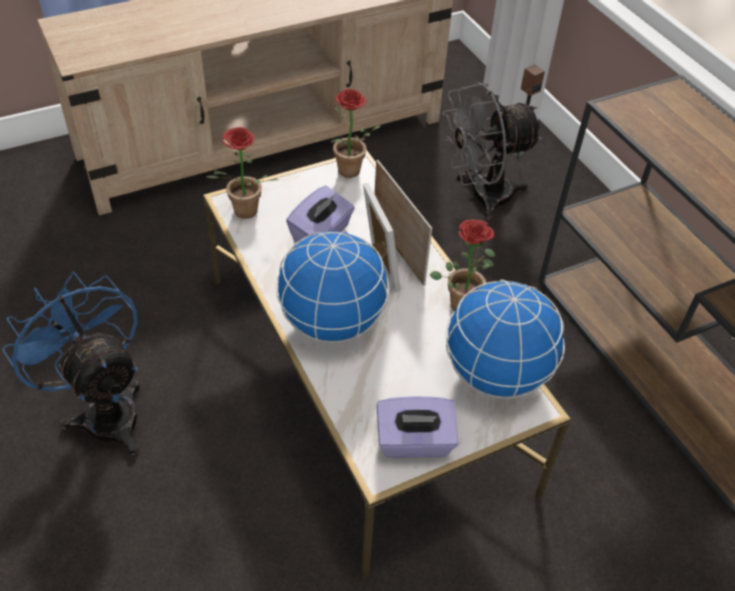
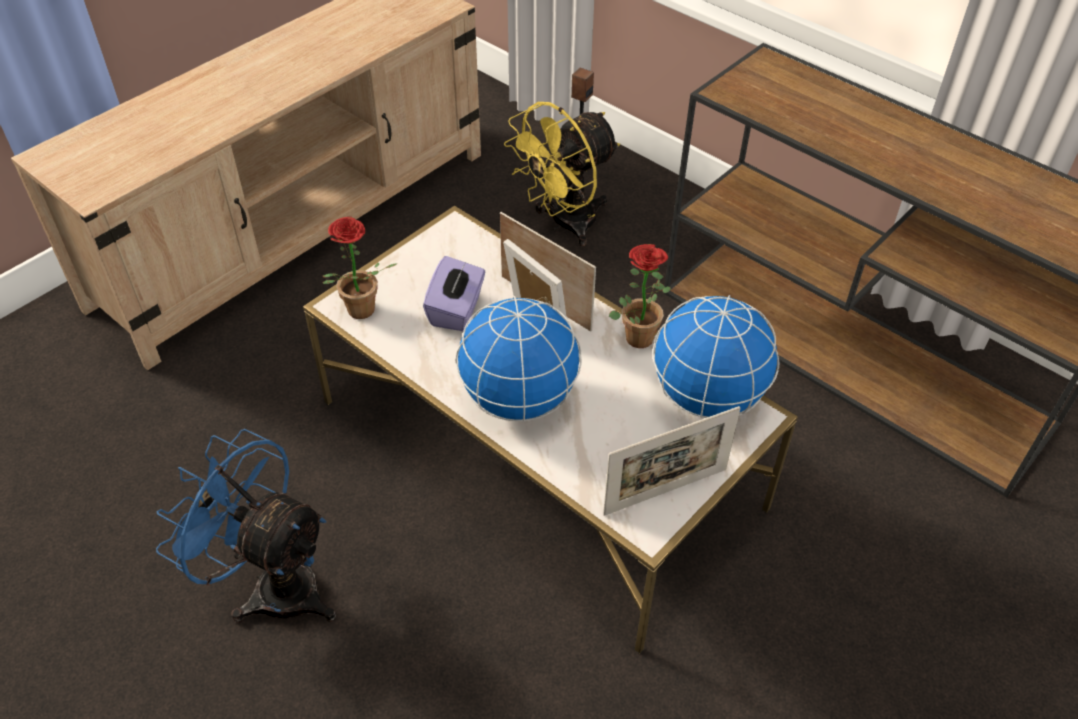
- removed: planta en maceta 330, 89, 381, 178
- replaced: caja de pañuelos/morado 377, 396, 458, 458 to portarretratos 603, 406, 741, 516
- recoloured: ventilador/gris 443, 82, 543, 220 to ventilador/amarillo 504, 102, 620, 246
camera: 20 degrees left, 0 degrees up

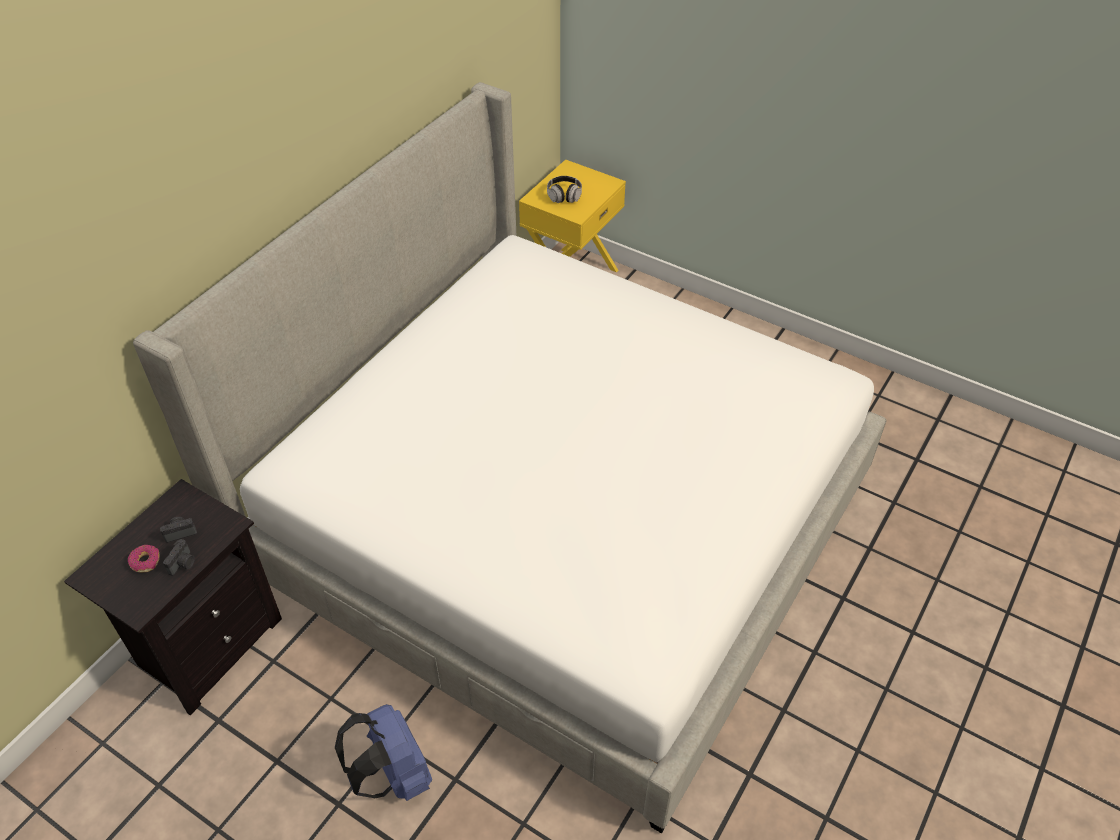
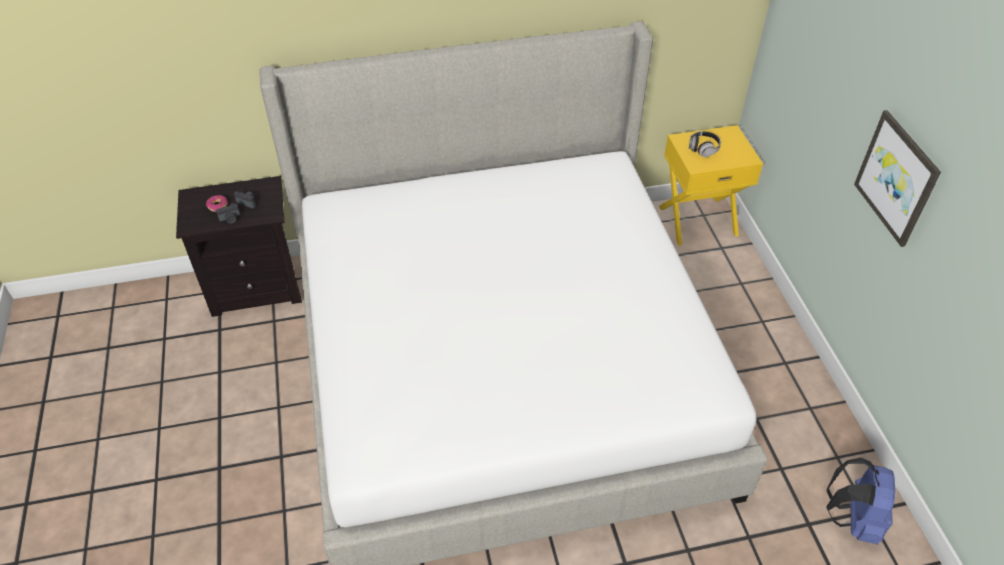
- moved: mochila/azul 335, 704, 432, 801 to 826, 458, 895, 545
- added: cuadro 854, 110, 941, 247
camera: 45 degrees right, 0 degrees up

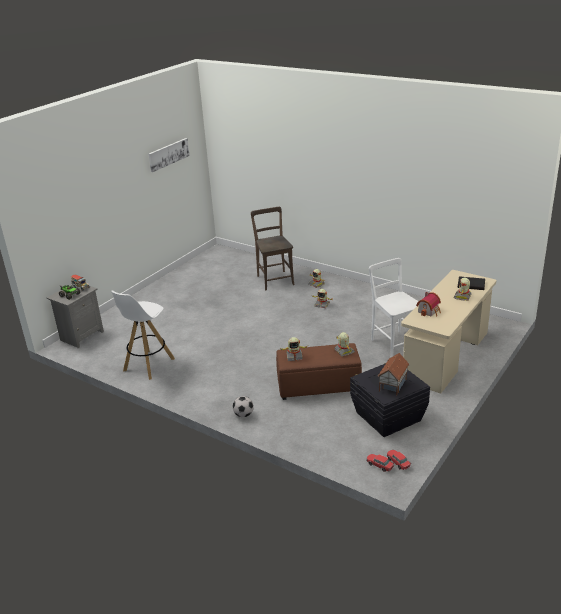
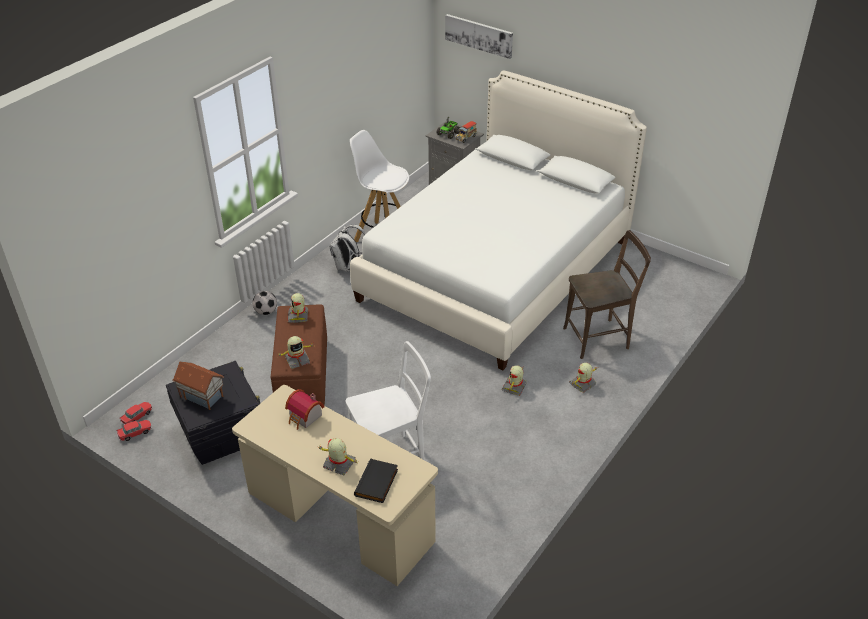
- moved: cuadro 148, 138, 190, 172 to 445, 14, 513, 59
- added: mochila/blanco 330, 225, 365, 272
- added: cama/blanco 350, 70, 647, 371
camera: 90 degrees right, 10 degrees up

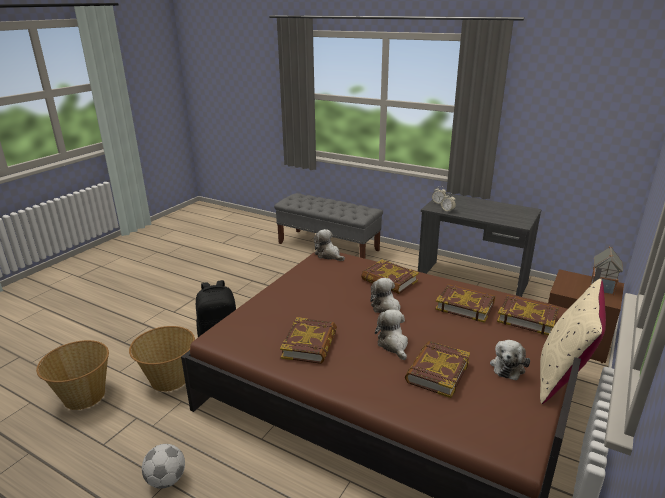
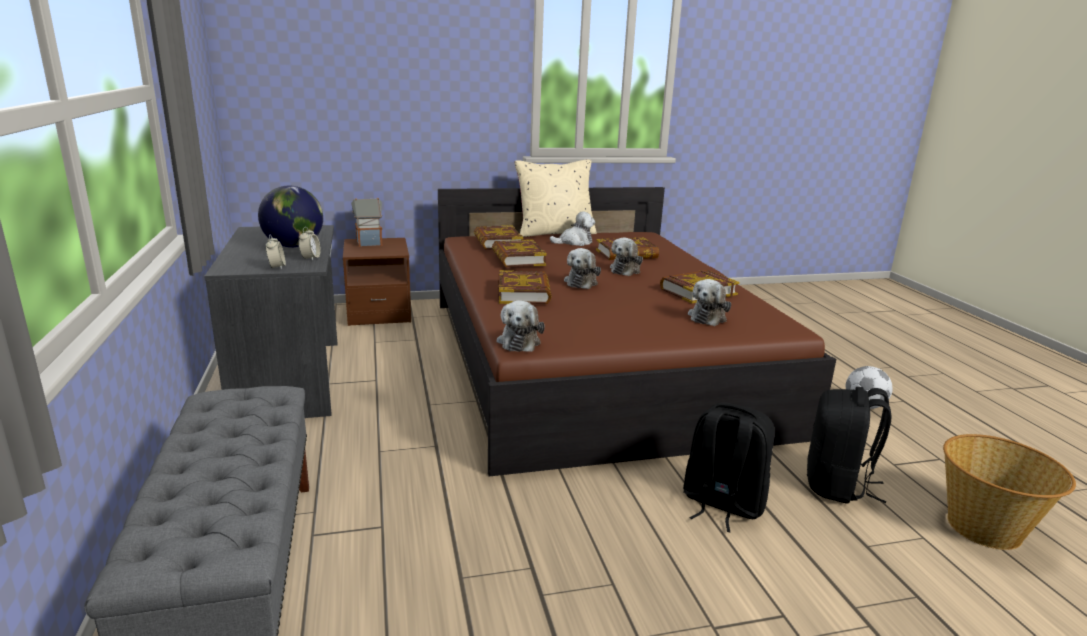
- replaced: cesta 129, 326, 195, 392 to mochila/negro 807, 387, 892, 504
- added: globo terráqueo 258, 186, 323, 248
- added: peluche 688, 279, 731, 326
camera: 135 degrees left, 5 degrees down

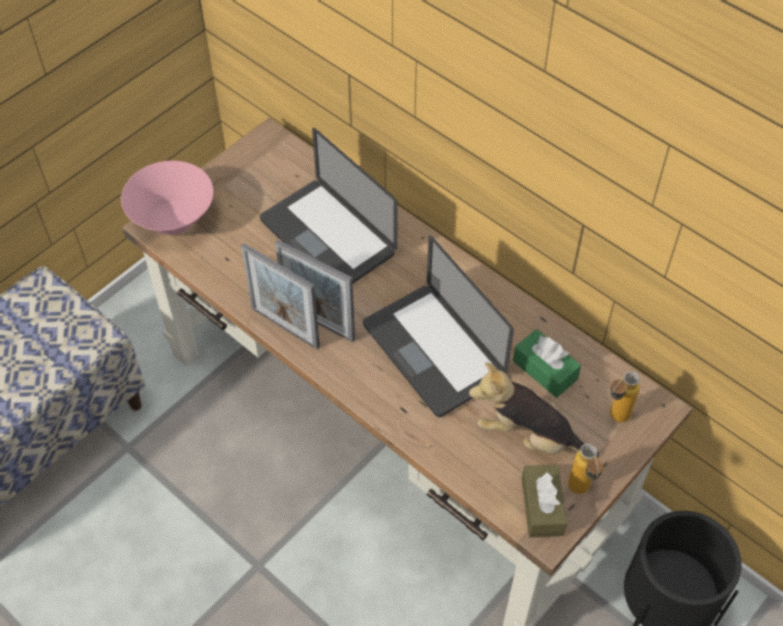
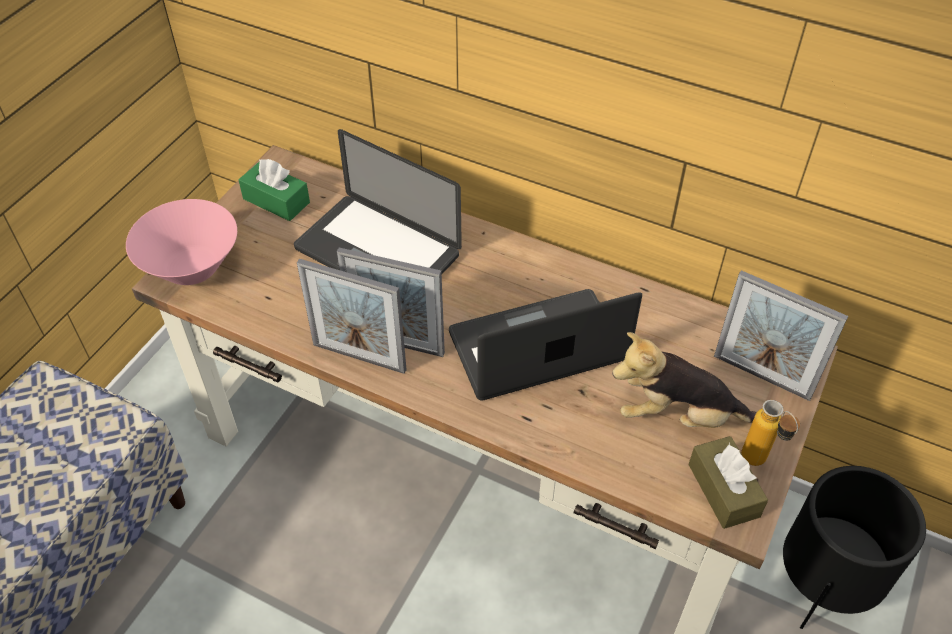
- turned: portátil 363, 236, 514, 417 = 449, 289, 642, 401 120 degrees clockwise
- moved: caja de pañuelos/verde 513, 329, 581, 398 to 238, 159, 310, 221
- replaced: botella 610, 371, 640, 422 to portarretratos 714, 270, 848, 401
camera: 15 degrees left, 5 degrees down

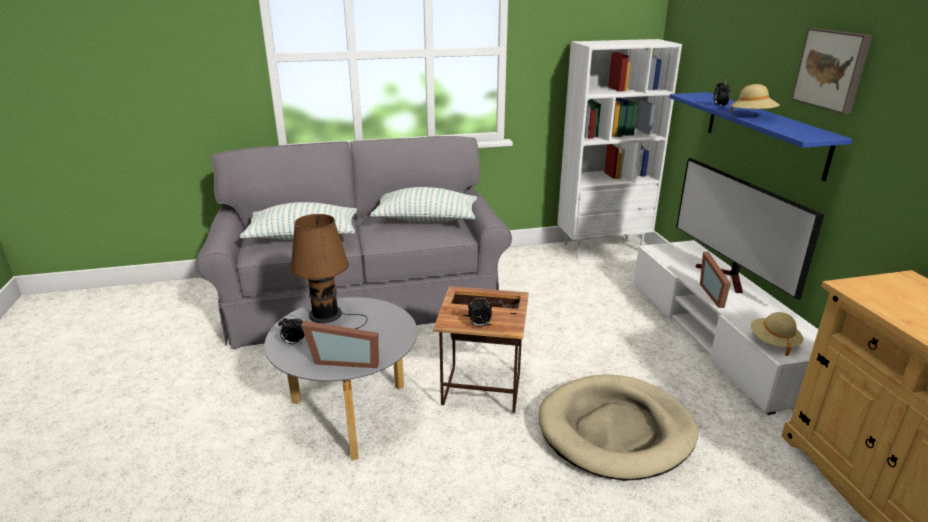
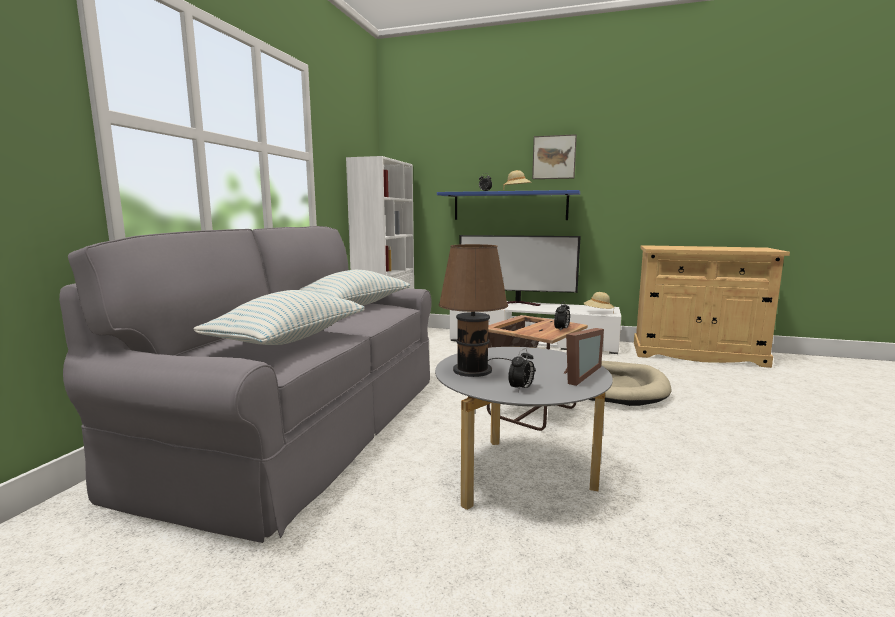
- removed: portarretratos 700, 252, 731, 308
camera: 60 degrees left, 15 degrees down

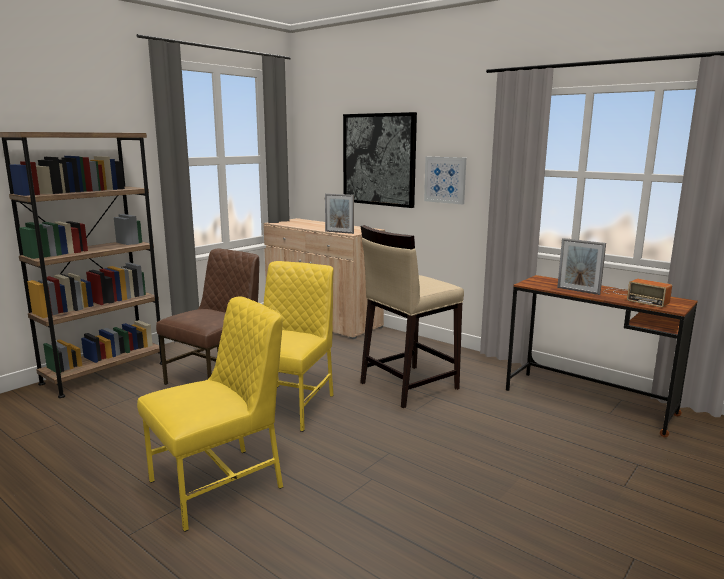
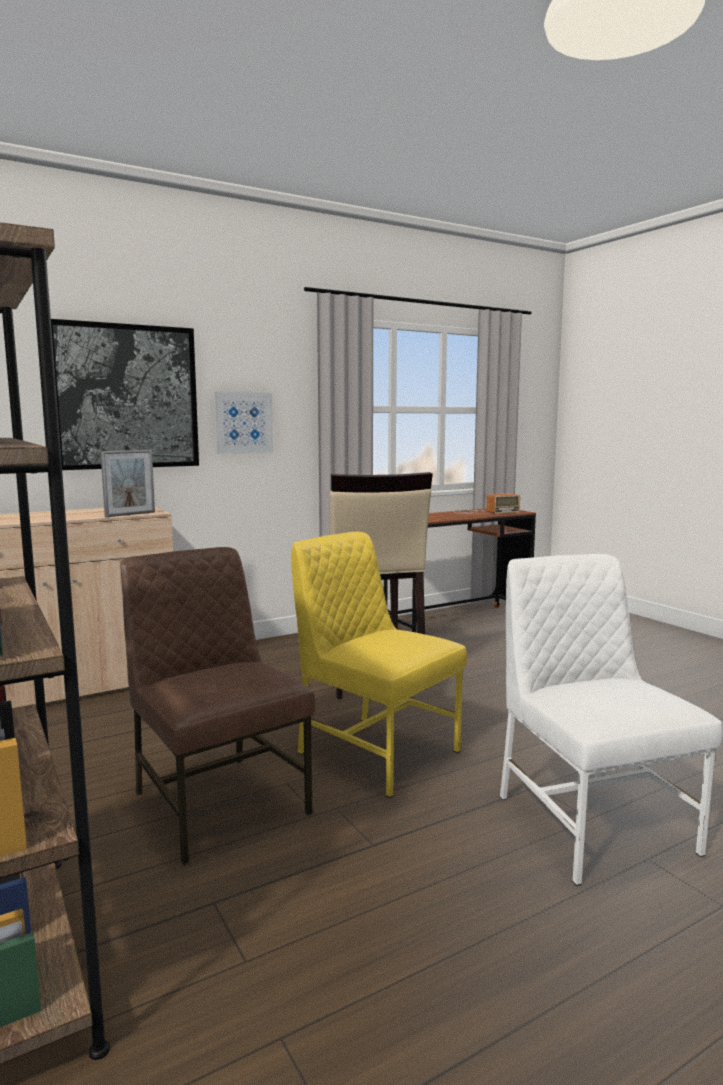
- recoloured: silla/amarillo 137, 297, 283, 532 to silla/blanco 500, 554, 723, 886
- removed: portarretratos 557, 238, 606, 295
camera: 70 degrees left, 5 degrees down

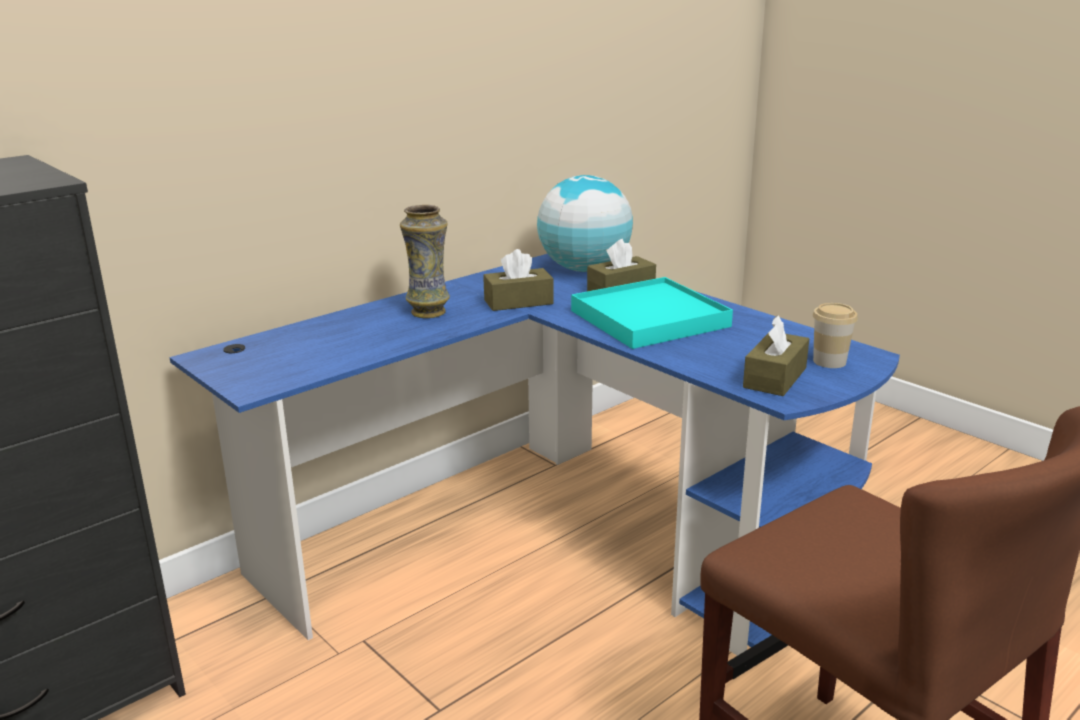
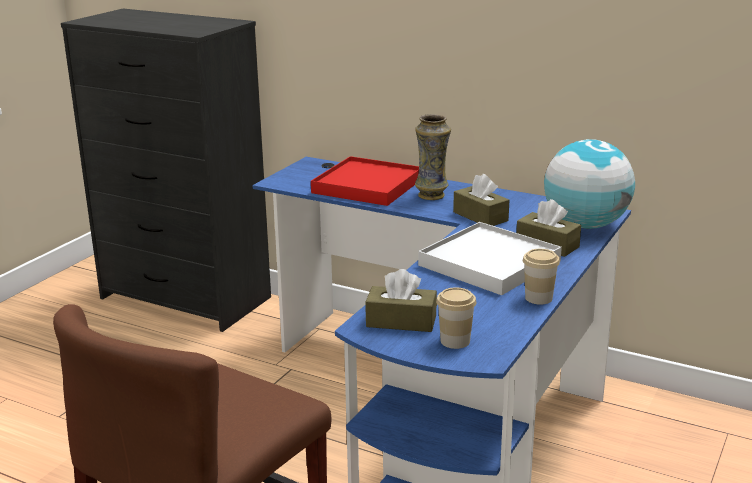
- recoloured: bandeja/turquesa 571, 277, 733, 349 to bandeja/blanco 418, 222, 562, 295
- added: bandeja/rojo 311, 156, 419, 206
- added: taza 523, 249, 560, 305
camera: 70 degrees right, 0 degrees up

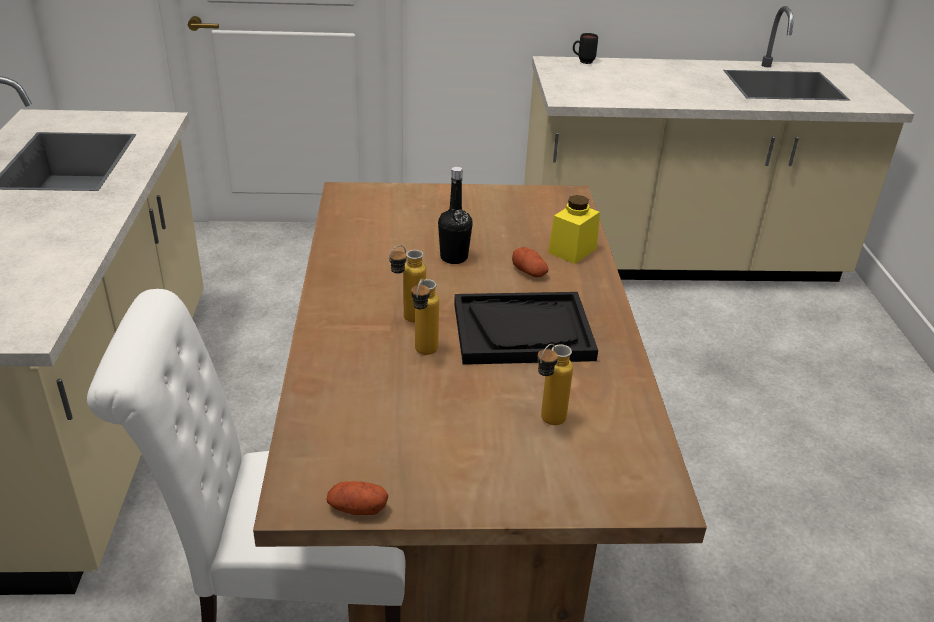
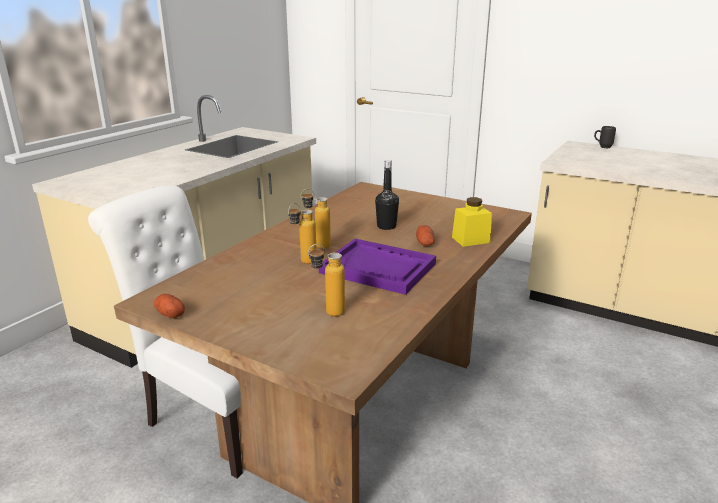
- recoloured: bandeja/negro 454, 292, 598, 365 to bandeja/morado 319, 239, 436, 295
camera: 35 degrees right, 10 degrees down

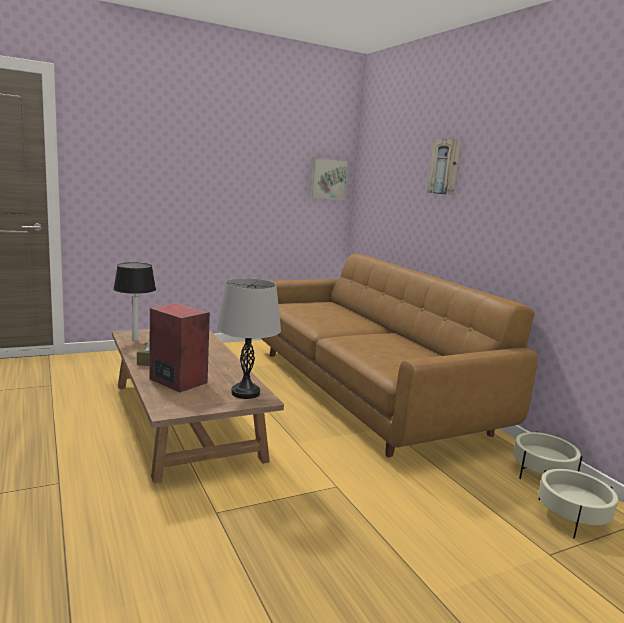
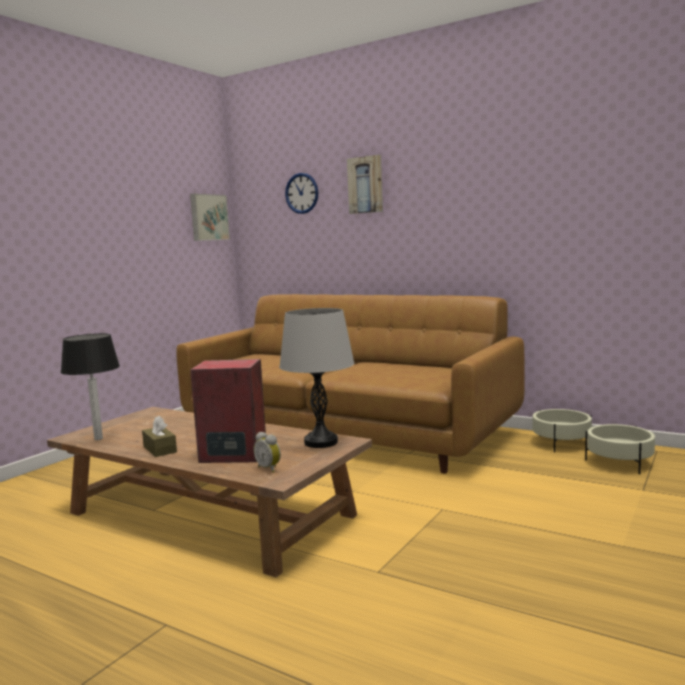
- added: despertador 254, 432, 281, 473
- added: reloj de pared 285, 173, 318, 214
camera: 30 degrees left, 5 degrees down

